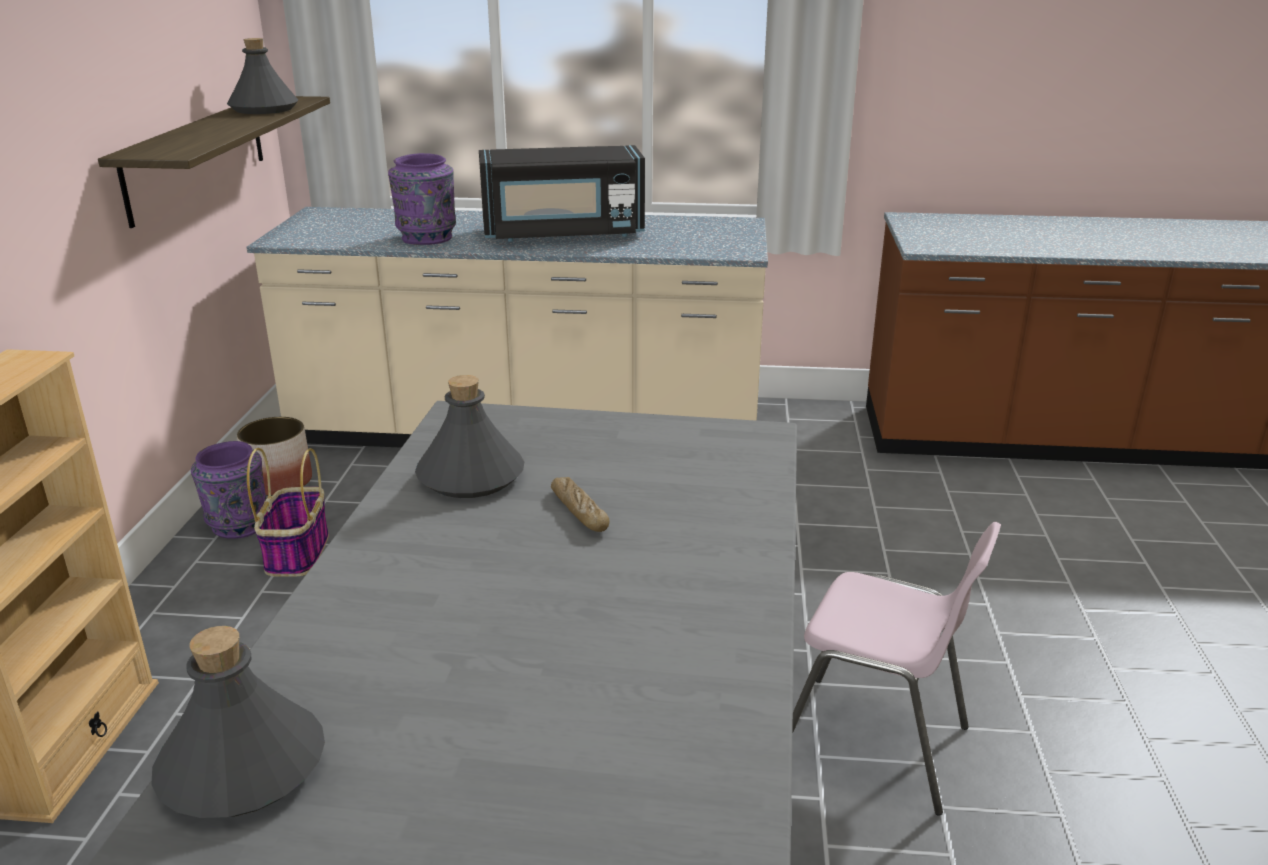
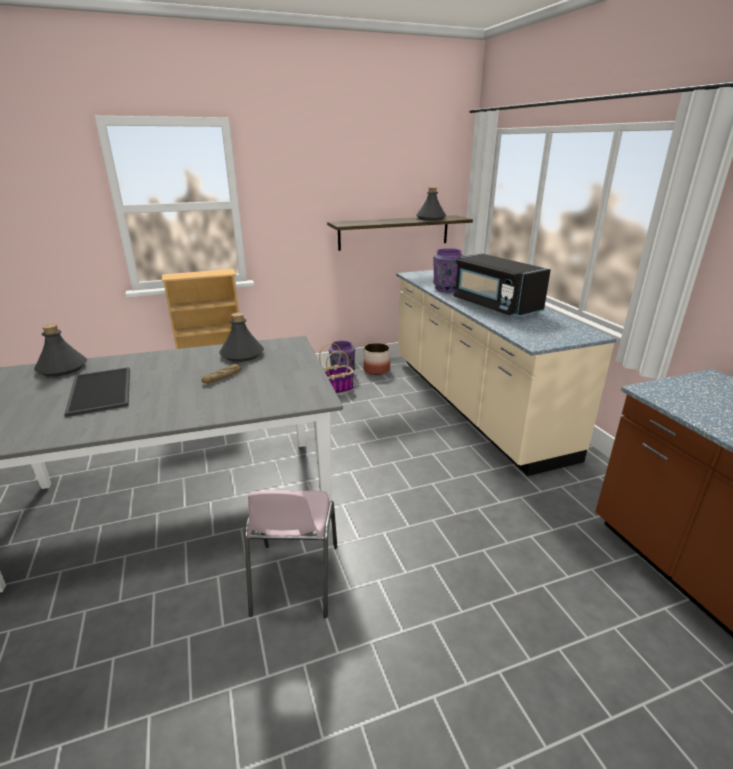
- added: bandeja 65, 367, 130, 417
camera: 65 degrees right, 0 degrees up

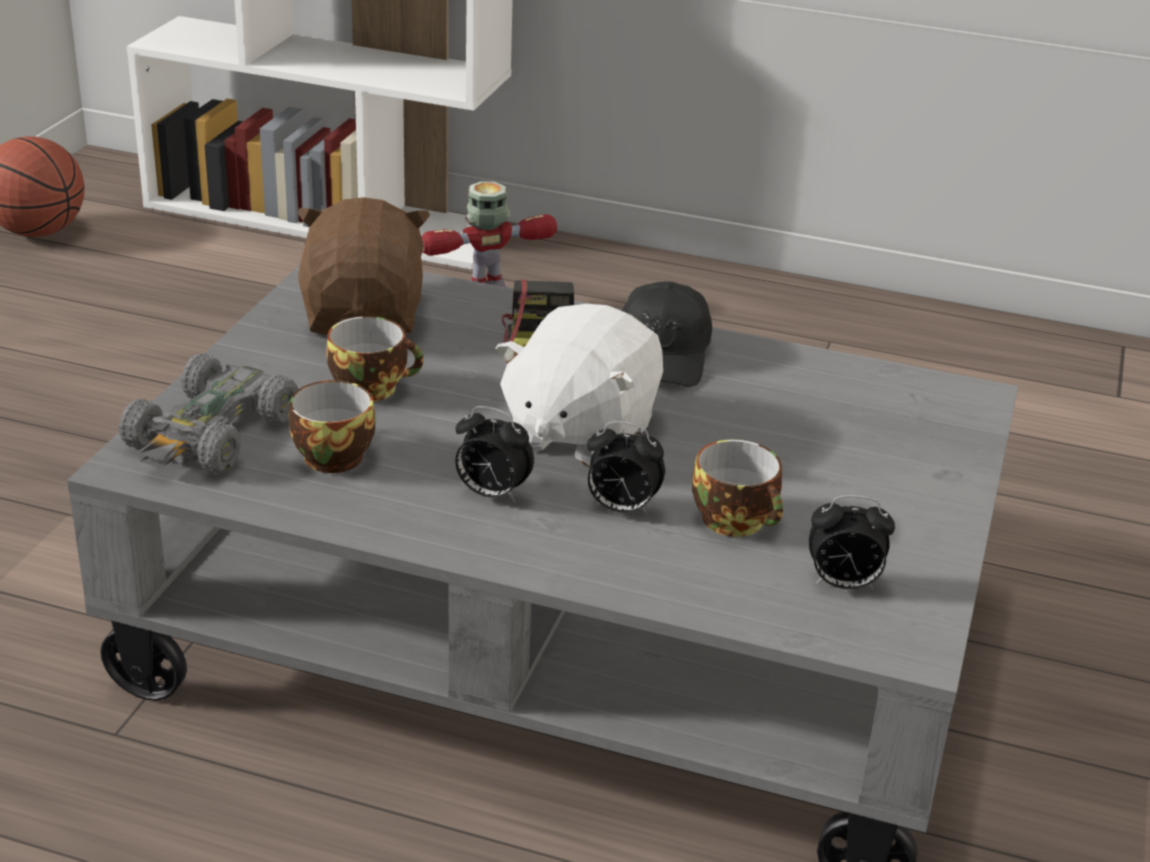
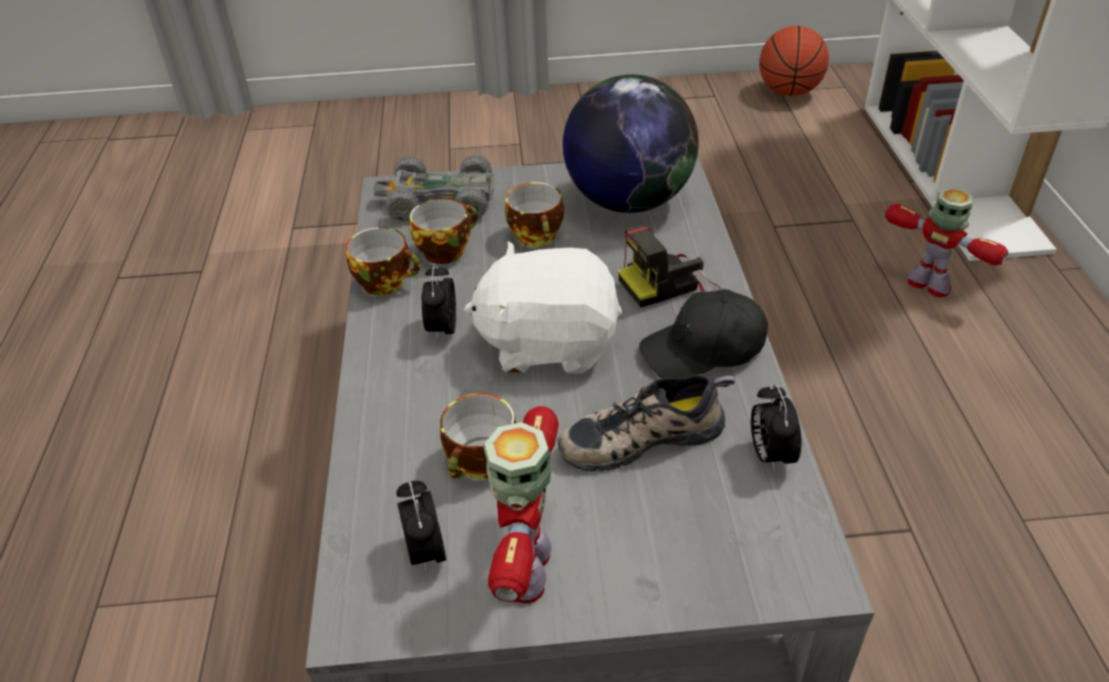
- replaced: peluche/marrón 297, 197, 430, 334 to globo terráqueo 563, 74, 699, 213
- moved: despertador 587, 421, 665, 516 to 751, 384, 802, 473
- added: taza 346, 227, 420, 296
- added: robot de juguete 484, 406, 559, 603
- added: zapato 558, 374, 735, 471
camera: 70 degrees right, 10 degrees up

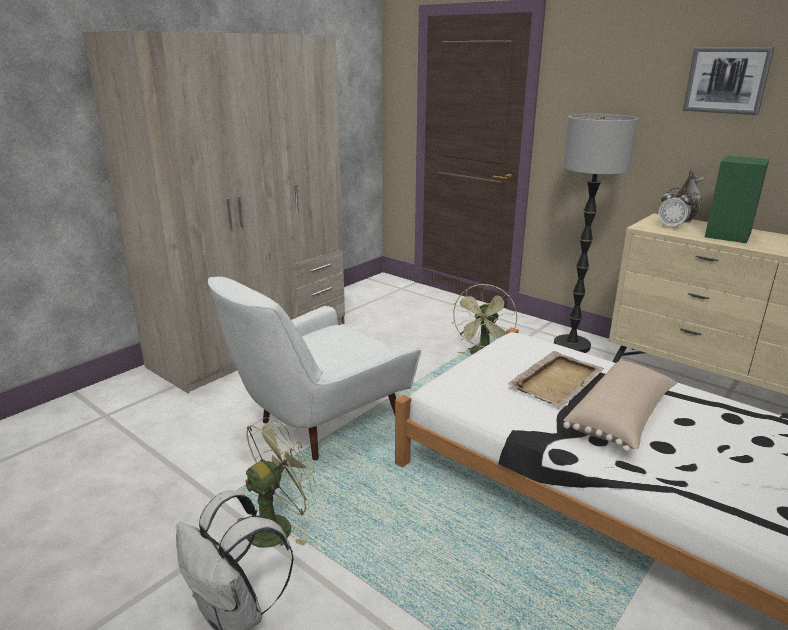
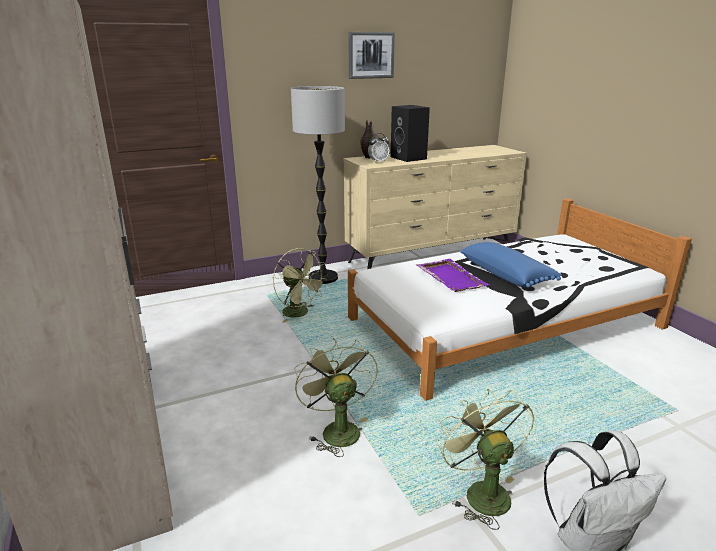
- replaced: sillón/blanco 208, 277, 421, 460 to ventilador/verde 294, 338, 378, 457
- recoloured: bandeja/beis 508, 351, 605, 408 to bandeja/morado 416, 259, 490, 292
- recoloured: cojín/beis 563, 361, 677, 452 to cojín/azul 460, 242, 562, 288
- recoloured: altavoz/verde 705, 155, 769, 243 to altavoz/negro 391, 105, 430, 162
camera: 65 degrees left, 0 degrees up

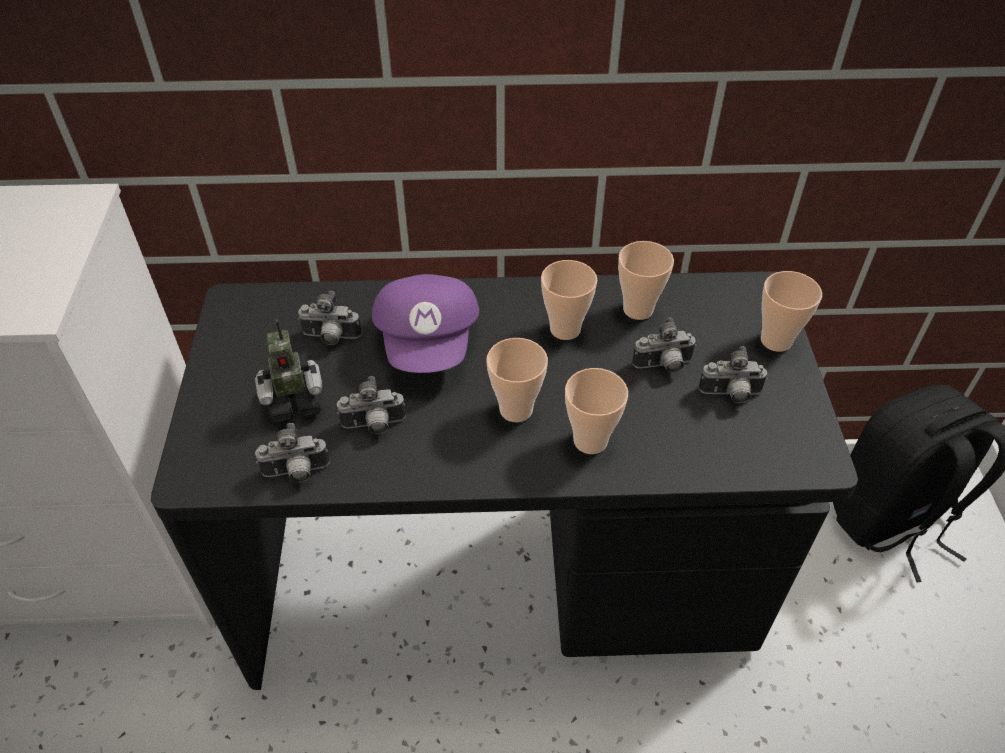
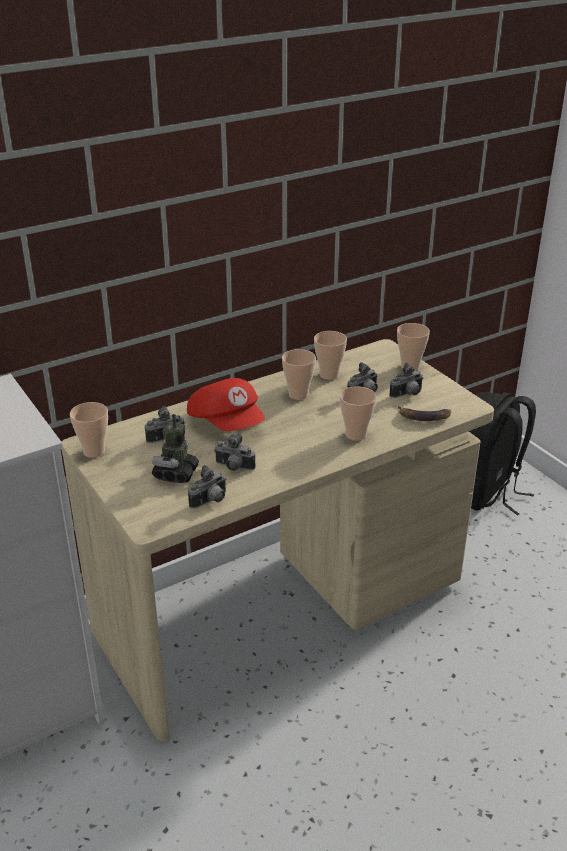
- recoloured: escritorio/negro 151, 271, 858, 690 to escritorio/beis 62, 339, 494, 741
- turned: robot de juguete 255, 319, 322, 423 = 152, 414, 199, 483 150 degrees clockwise
- turned: cámara 337, 376, 406, 434 = 214, 433, 256, 471 60 degrees clockwise
- recoloured: gorra/morado 372, 274, 479, 373 to gorra/rojo 187, 378, 265, 431
- moved: taza 486, 338, 548, 422 to 70, 402, 108, 458
- added: plátano 398, 406, 451, 421
camera: 30 degrees left, 15 degrees down

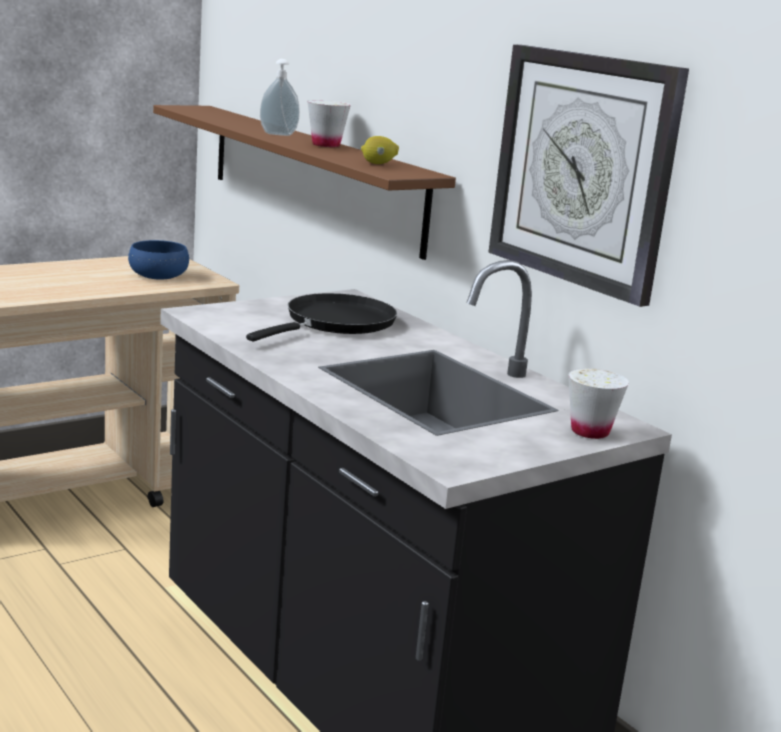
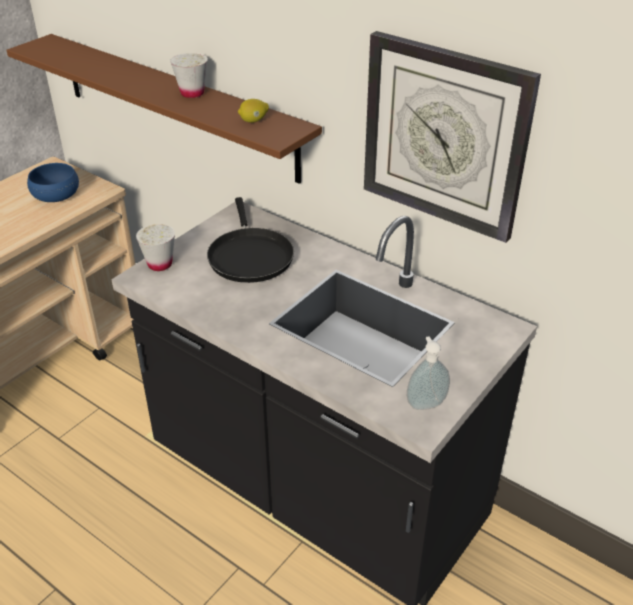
- turned: sartén/negro 246, 293, 397, 341 = 207, 197, 294, 283 150 degrees clockwise
- moved: dispensador de jabón 260, 59, 300, 136 to 407, 336, 450, 410
- moved: taza/blanco 568, 368, 629, 439 to 136, 224, 175, 271
camera: 15 degrees left, 20 degrees up

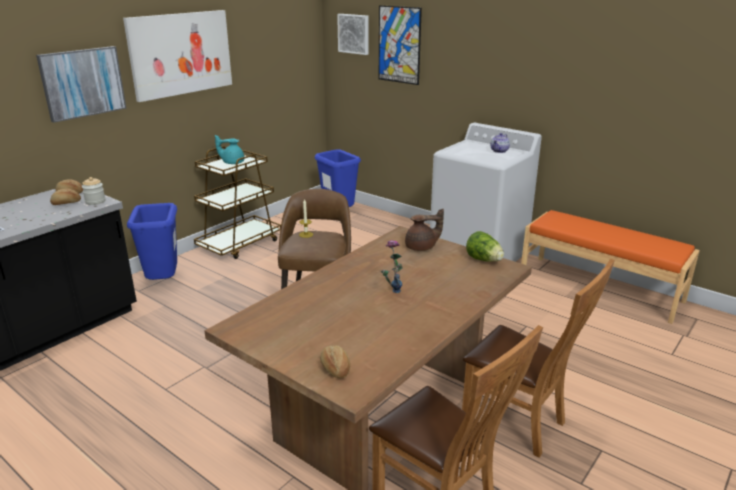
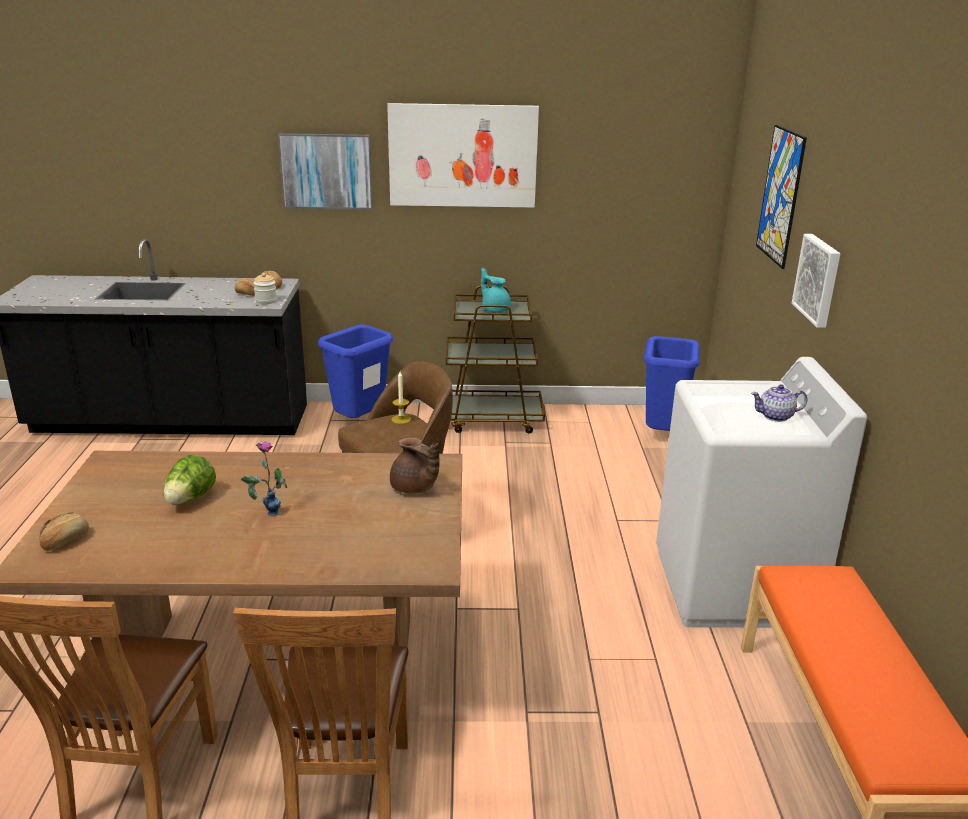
- moved: cuadro 337, 14, 369, 55 to 792, 234, 840, 328
- moved: lechuga 466, 231, 504, 262 to 164, 455, 216, 505
camera: 50 degrees right, 0 degrees up

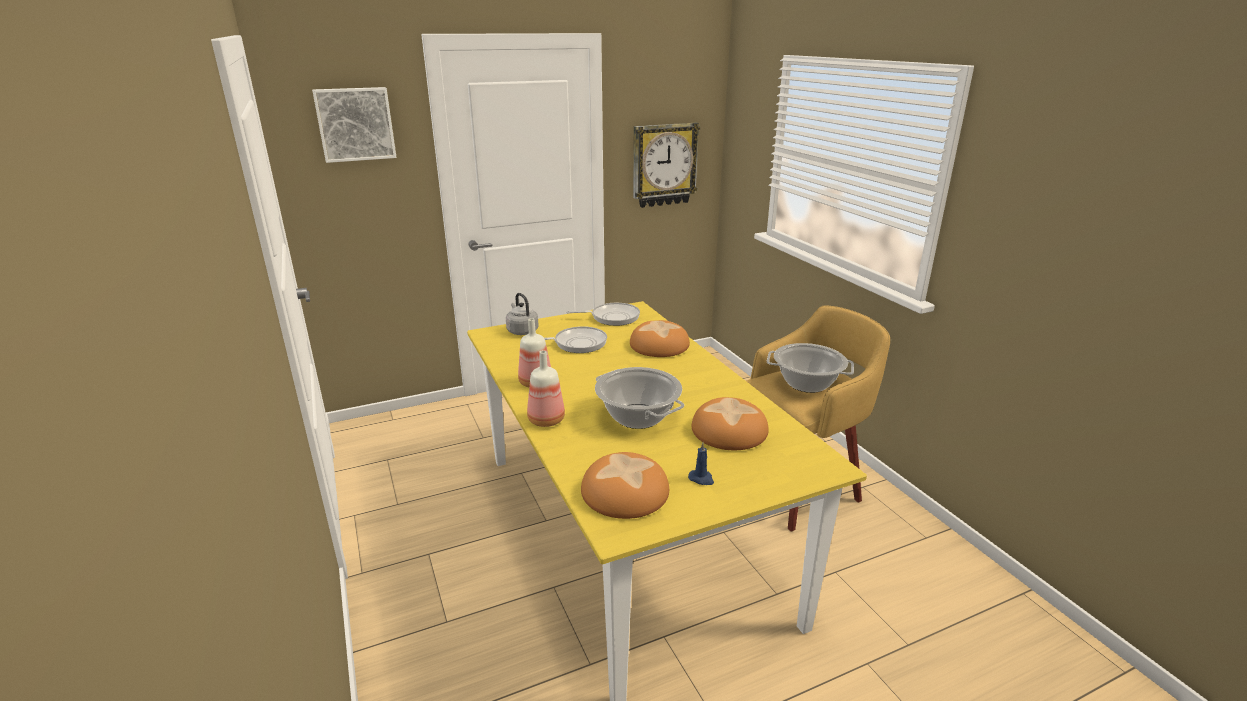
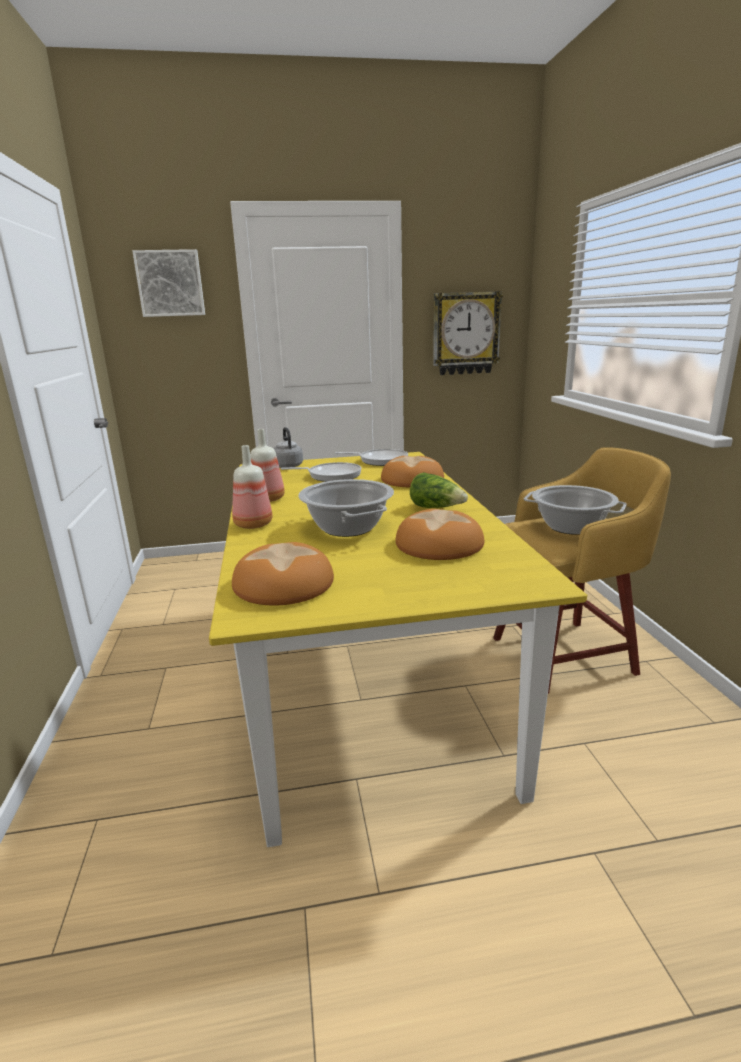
- removed: vela/azul 688, 442, 714, 485
- added: lechuga 410, 472, 468, 508
camera: 15 degrees right, 5 degrees down

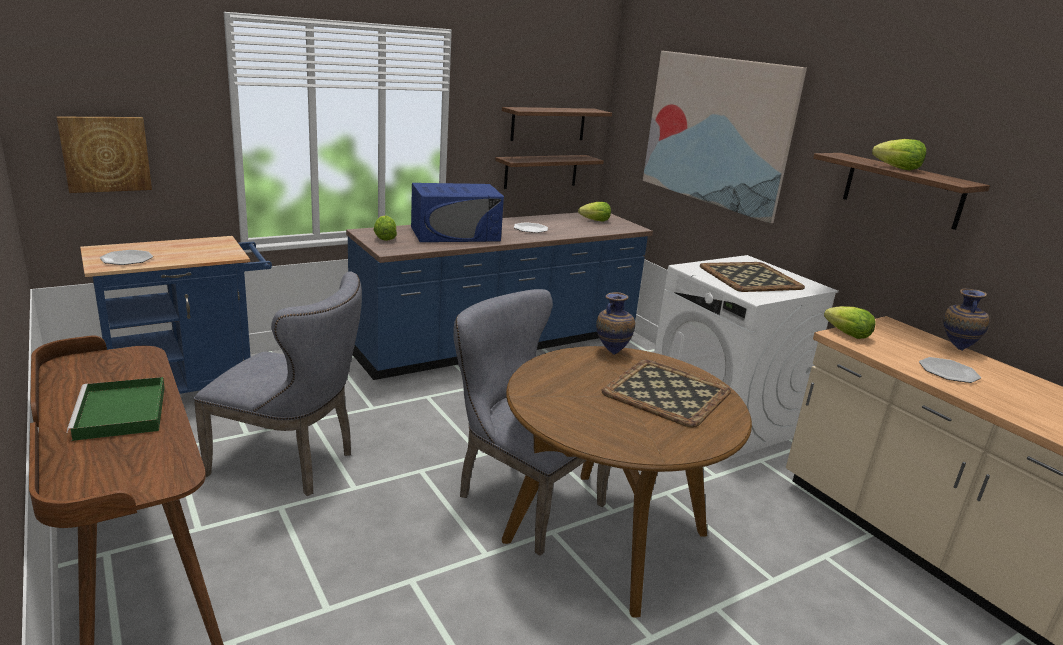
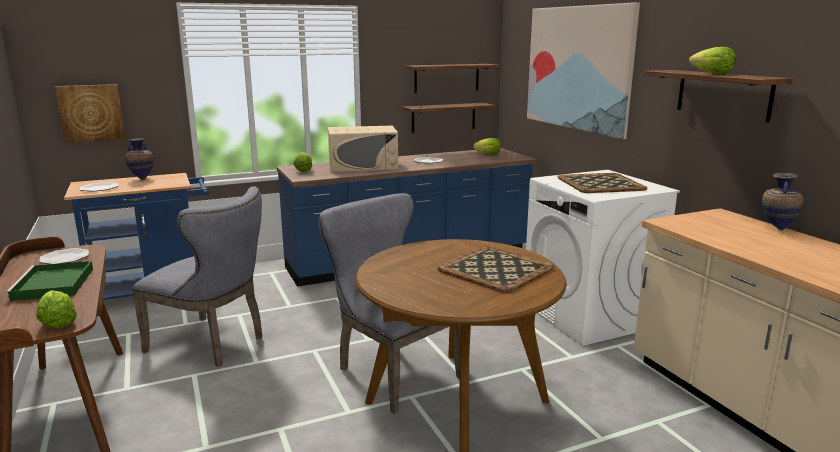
- recoloured: microondas/azul 411, 183, 504, 242 to microondas/beis 328, 126, 398, 172
- moved: florero 596, 292, 635, 355 to 126, 138, 154, 180
- moved: lechuga 824, 306, 876, 339 to 37, 290, 77, 329
- moved: plato 919, 357, 981, 383 to 39, 248, 89, 264
camera: 10 degrees right, 5 degrees down

